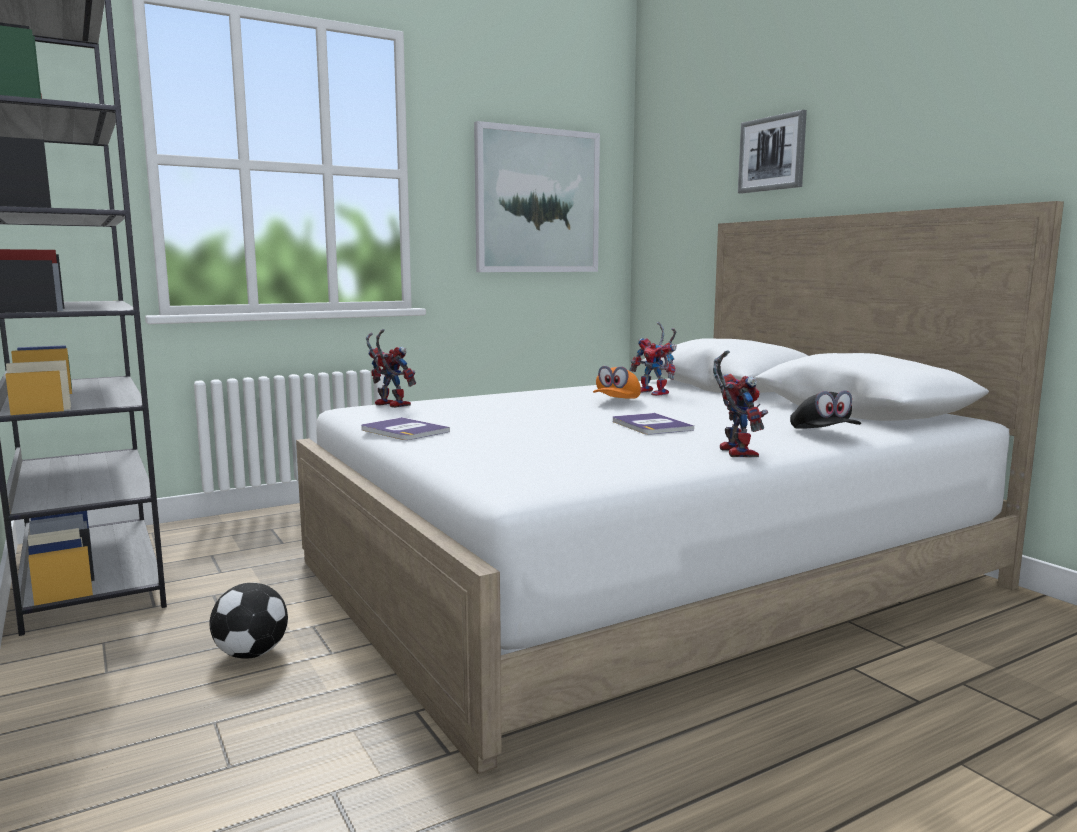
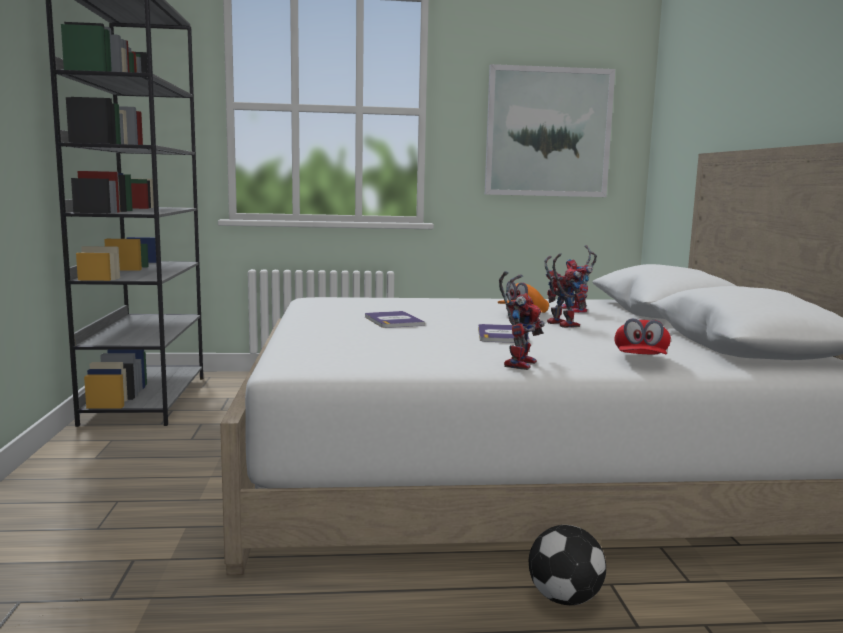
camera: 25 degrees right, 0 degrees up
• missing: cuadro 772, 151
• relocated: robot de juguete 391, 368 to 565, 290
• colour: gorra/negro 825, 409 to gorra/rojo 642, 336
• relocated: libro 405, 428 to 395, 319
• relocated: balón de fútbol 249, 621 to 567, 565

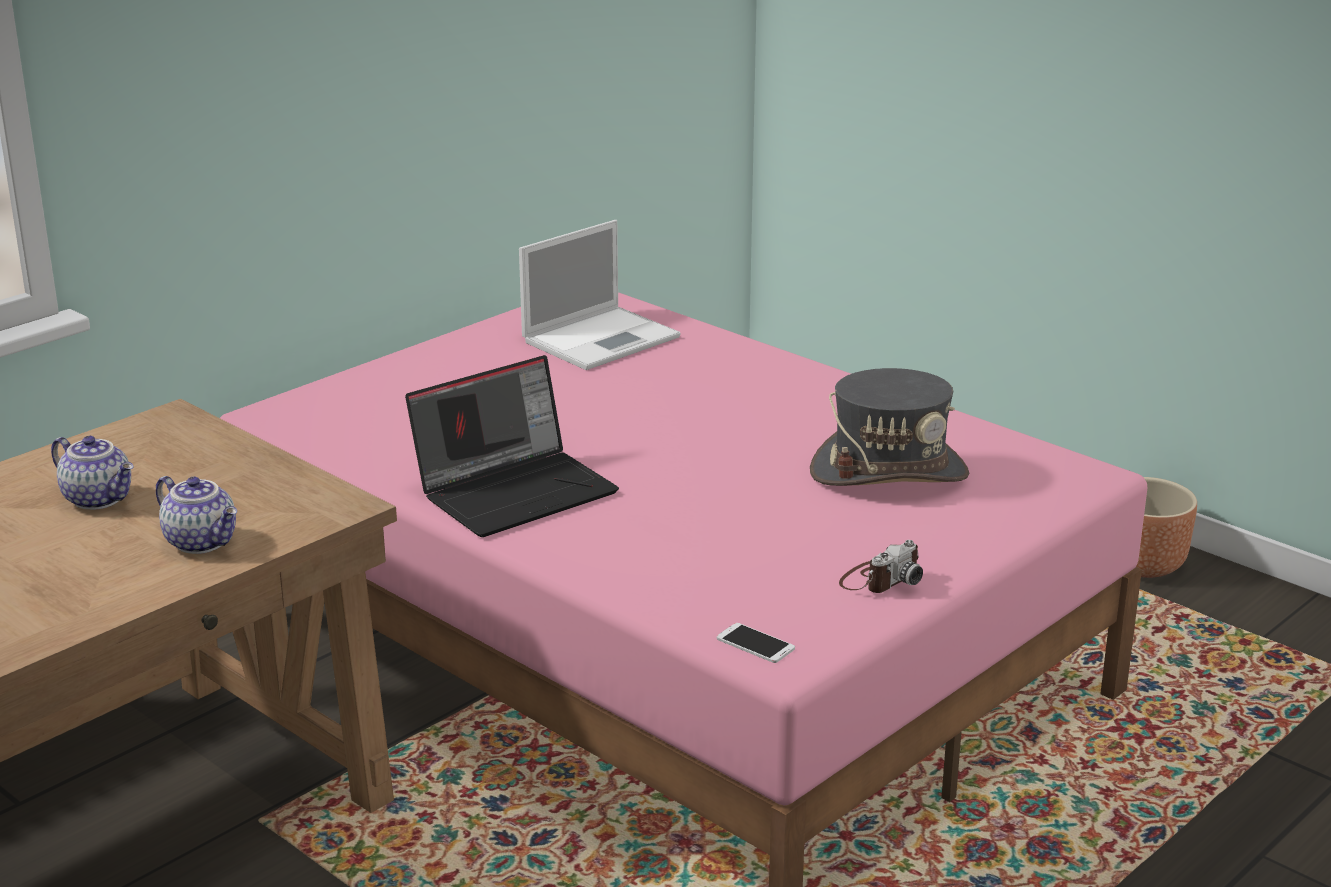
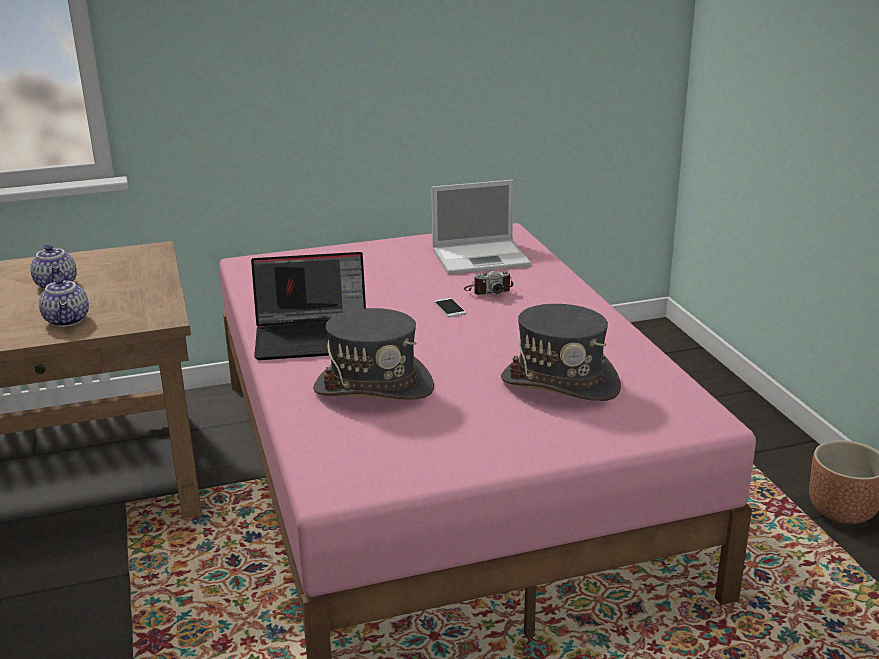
camera: 30 degrees right, 0 degrees up
• relocated: cámara 881, 566 to 489, 282
• relocated: móvil 756, 643 to 450, 307
• appeared: sombrero/gris 373, 354

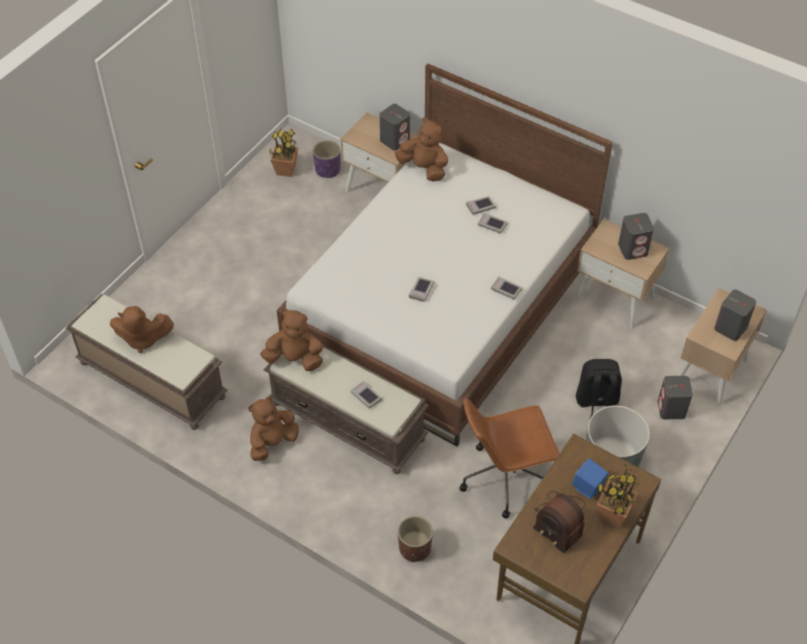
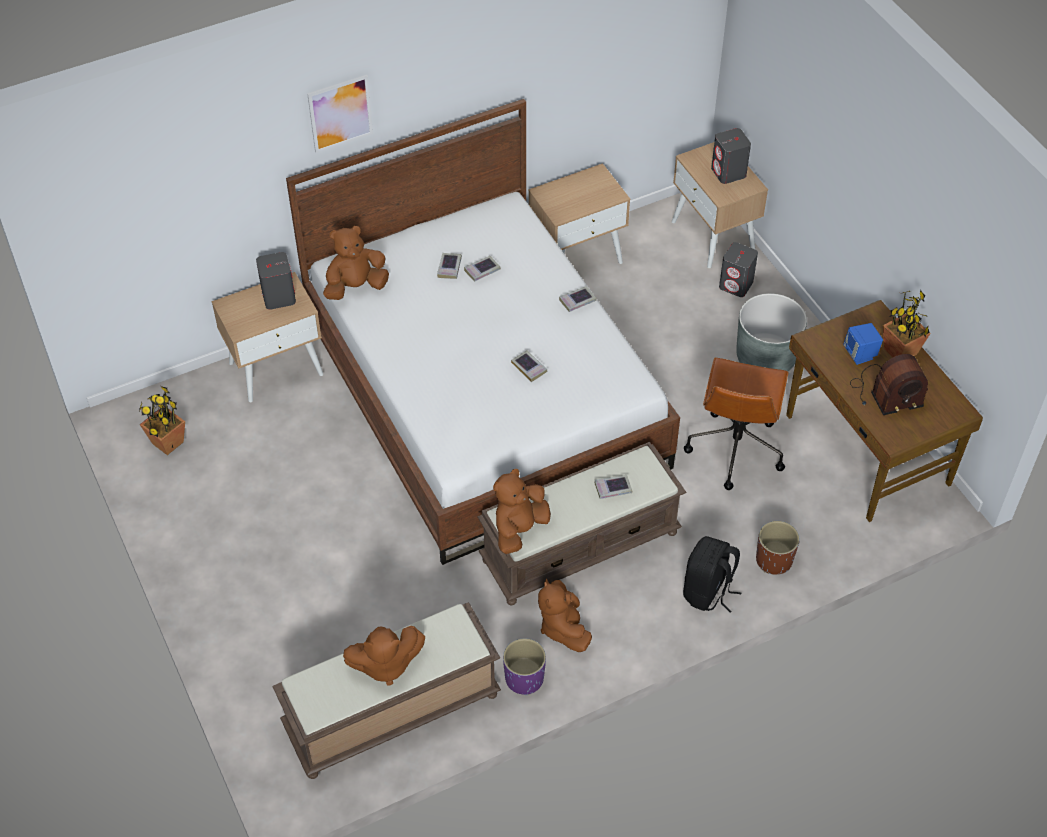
camera: 60 degrees left, 0 degrees up
• relocated: maceta/morado 327, 159 to 524, 666
• missing: altavoz/gris 636, 236
• spun: peluche/marrón 142, 329 = 384, 656 45 degrees clockwise
• relocated: mochila/negro 599, 389 to 712, 574
• appeared: cuadro 340, 114

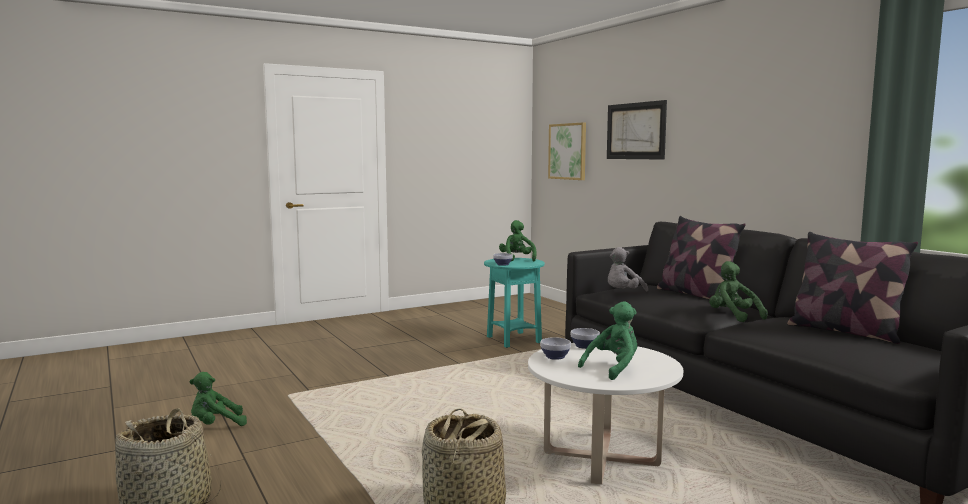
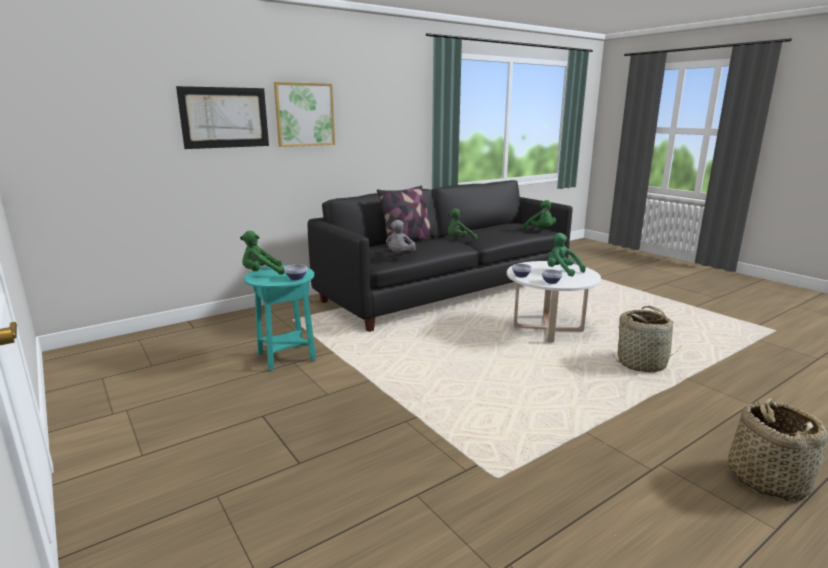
camera: 95 degrees left, 10 degrees up
• relocated: cuadro 567, 151 to 304, 114
• missing: cojín 852, 288
• spun: peluche/gris 628, 269 = 401, 236 60 degrees clockwise
• relocated: peluche/verde 218, 399 to 540, 214

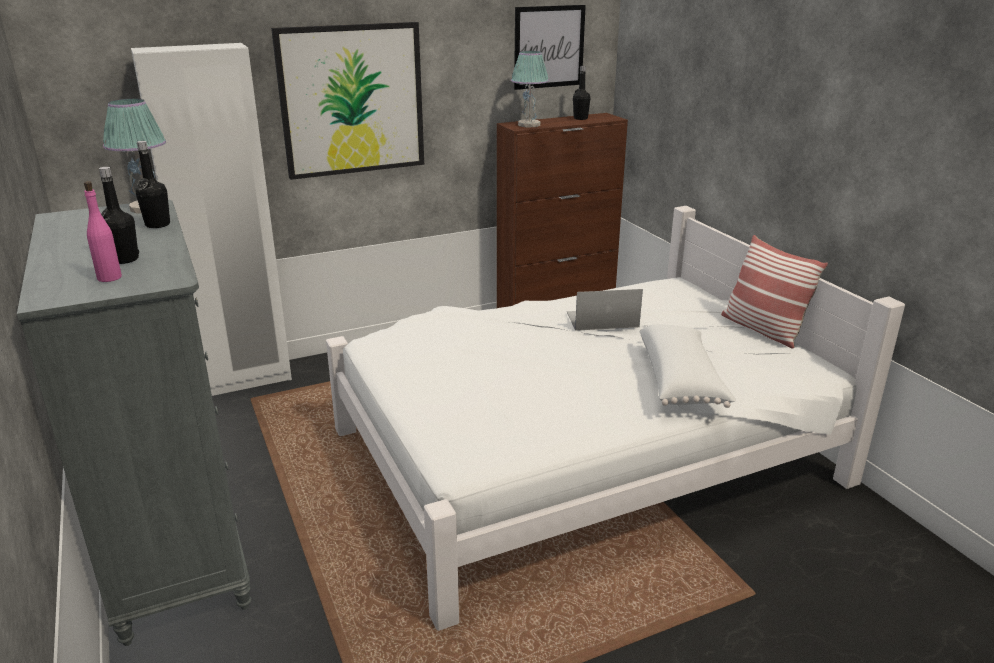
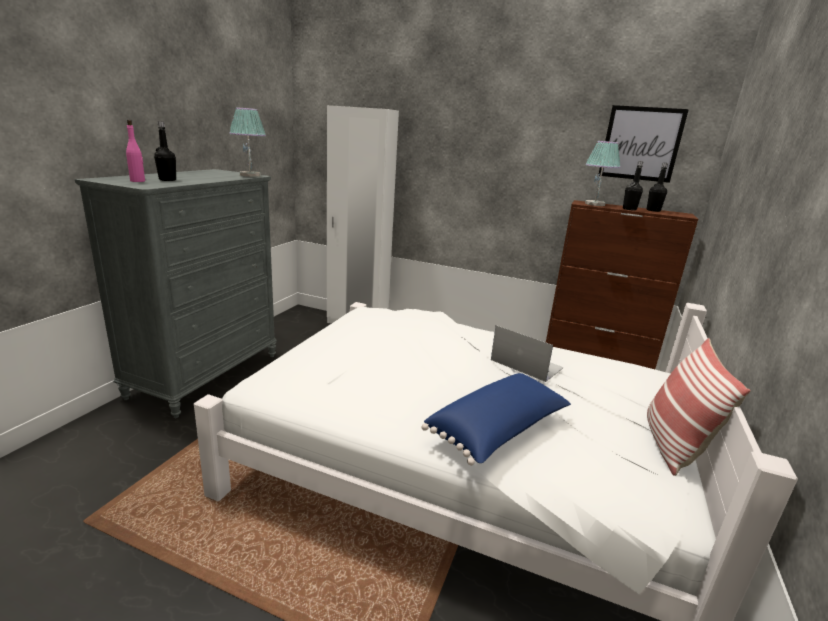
camera: 45 degrees right, 5 degrees down
• missing: cuadro 347, 101
• relocated: botella/negro 153, 184 to 633, 185
• colour: cojín/blanco 688, 366 to cojín/azul 496, 419

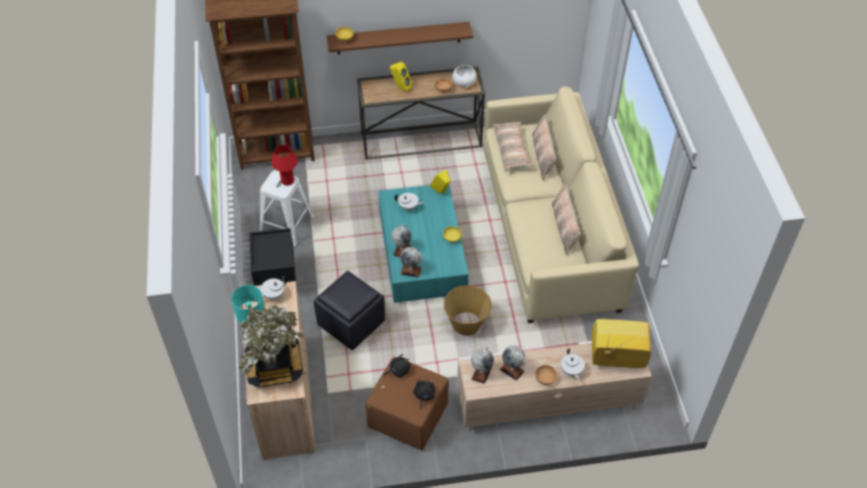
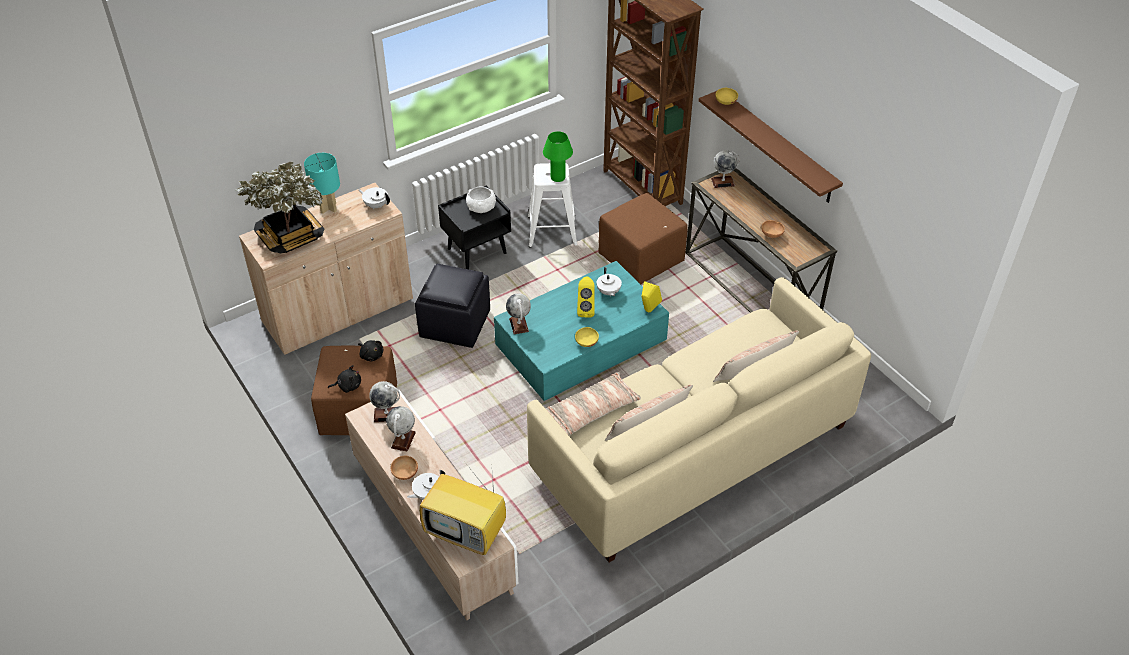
camera: 65 degrees right, 5 degrees down
• relocated: altavoz/amarillo 401, 77 to 586, 297
• relocated: cuenco/blanco 464, 76 to 481, 200
• relocated: cojín 513, 146 to 593, 404
• colour: lámpara de mesa/rojo 284, 165 to lámpara de mesa/verde 558, 156
• relocated: globo terráqueo 401, 240 to 725, 169
• missing: cesta 468, 310
• spun: televisor 621, 343 = 462, 507 135 degrees clockwise
• appeared: puf/marrón 642, 238

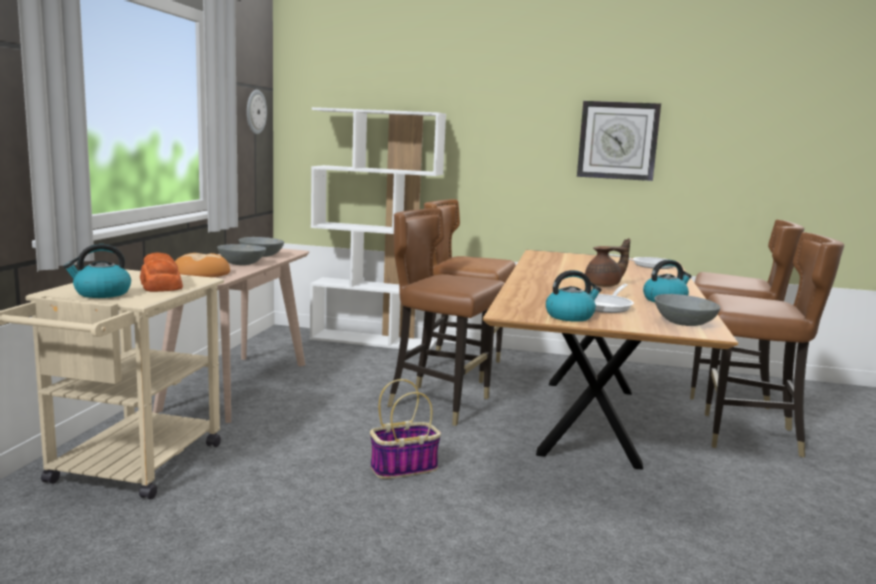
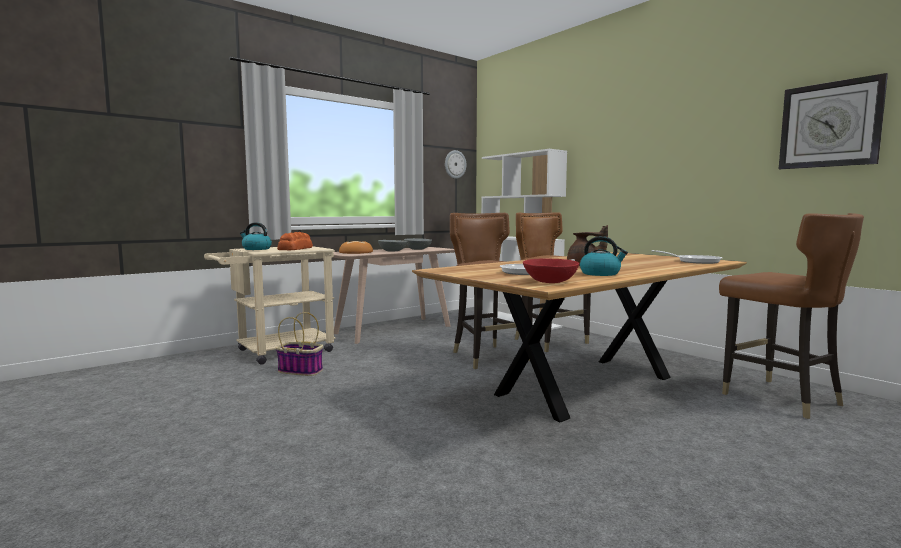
camera: 40 degrees right, 5 degrees down
• relocated: reloj de pared 619, 141 to 833, 121
• missing: silla/marrón 774, 345
• missing: hervidor 574, 296
• colour: cuenco/gris 687, 310 to cuenco/rojo 551, 270
• relocated: cesta 405, 429 to 299, 344

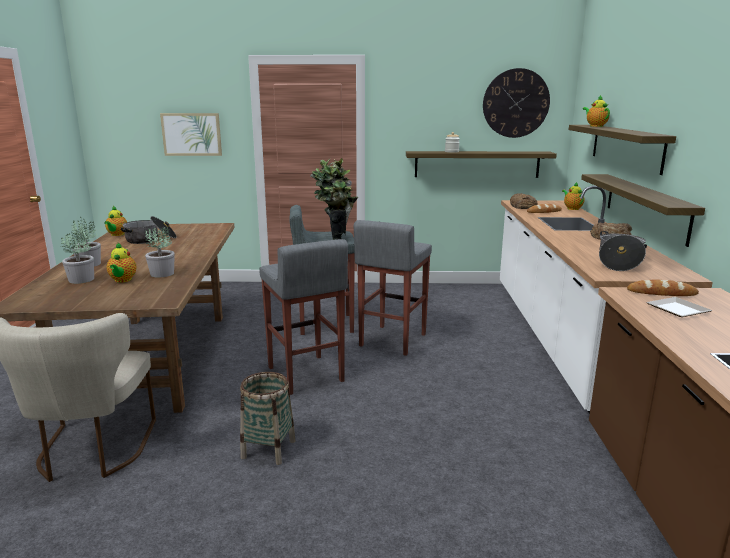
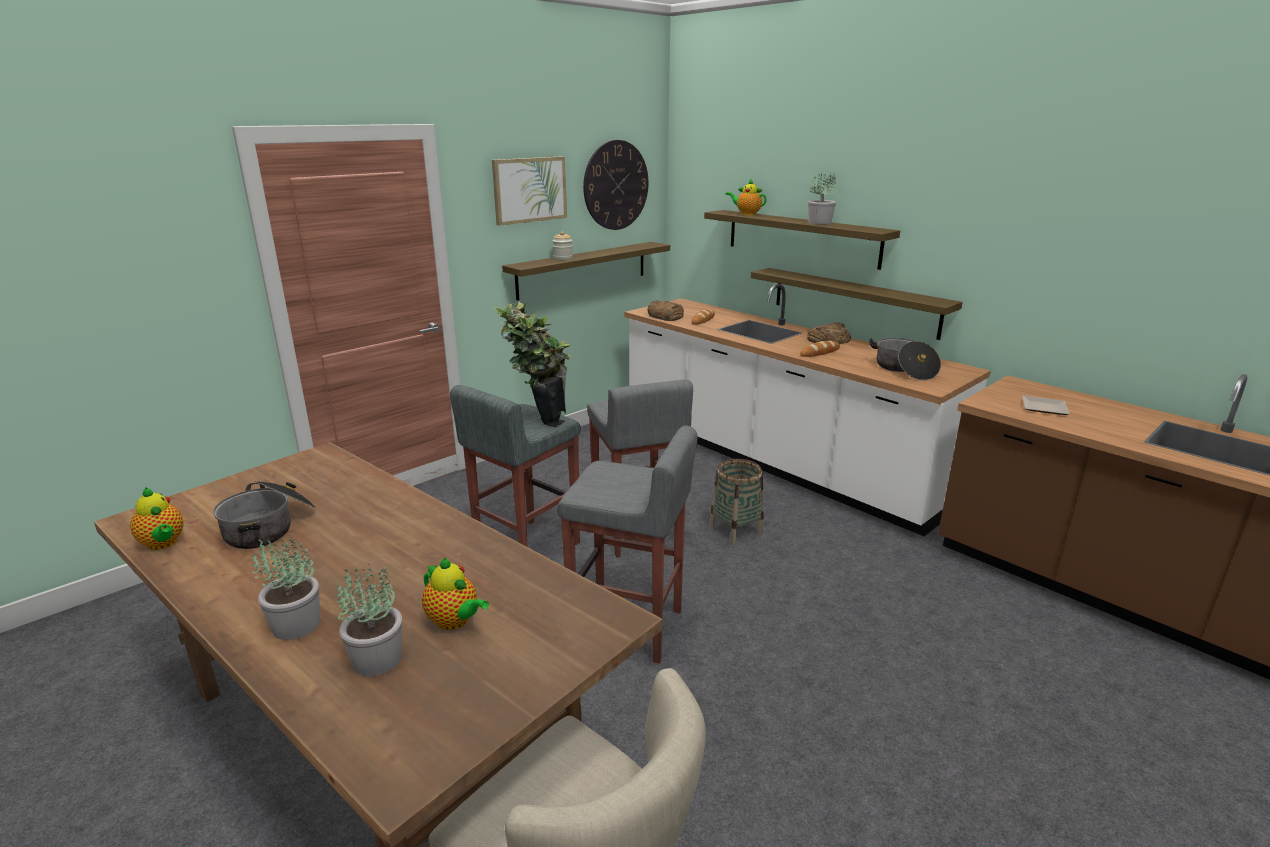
camera: 45 degrees left, 5 degrees up
• relocated: cuadro 191, 134 to 529, 191
• missing: tetera 573, 196
• relocated: planta en maceta 160, 252 to 822, 198
• relocated: pan 663, 287 to 820, 349
• relocated: cesta 268, 418 to 736, 502

